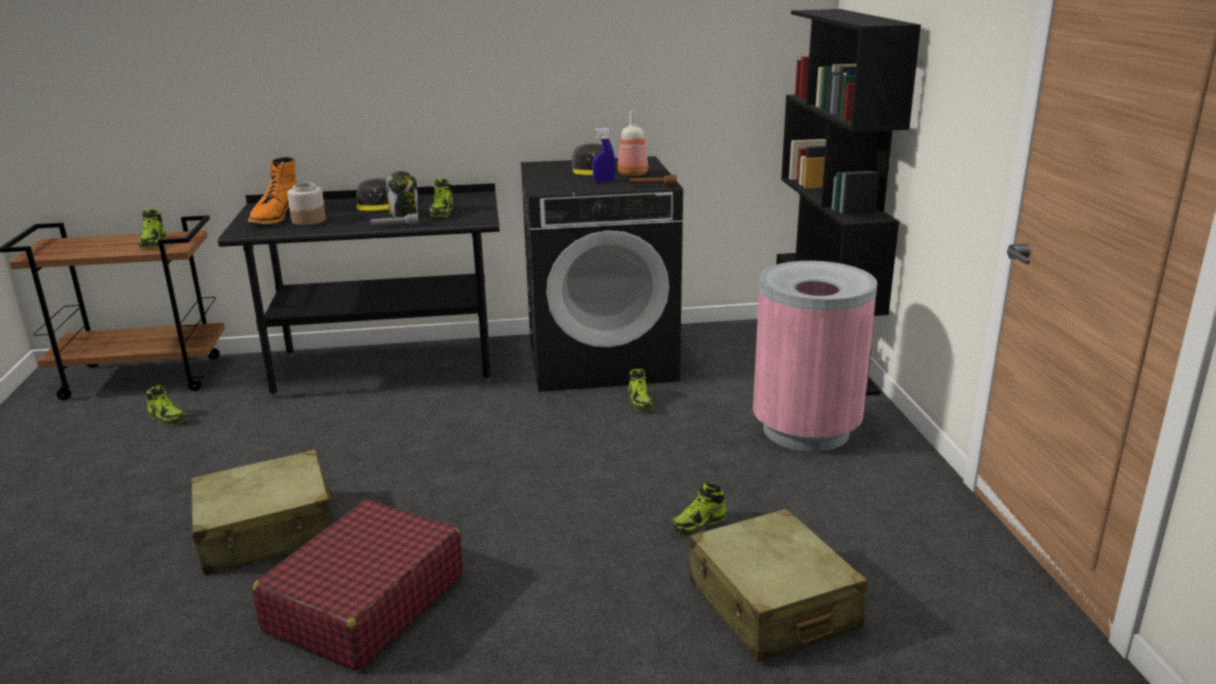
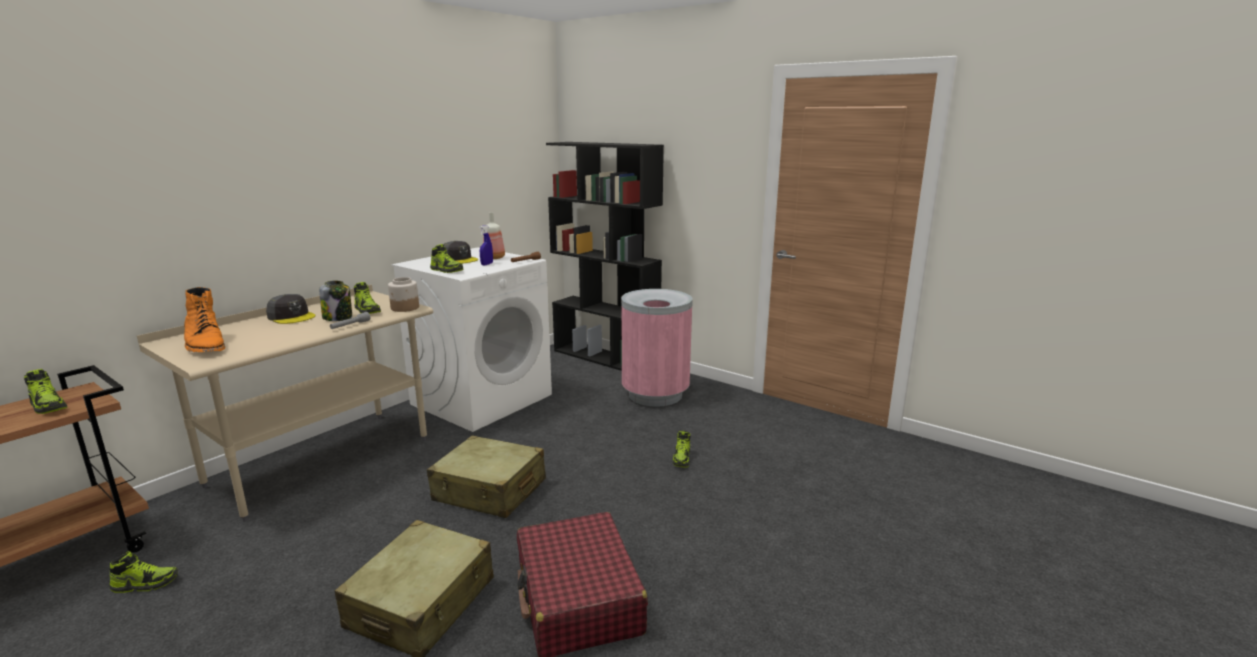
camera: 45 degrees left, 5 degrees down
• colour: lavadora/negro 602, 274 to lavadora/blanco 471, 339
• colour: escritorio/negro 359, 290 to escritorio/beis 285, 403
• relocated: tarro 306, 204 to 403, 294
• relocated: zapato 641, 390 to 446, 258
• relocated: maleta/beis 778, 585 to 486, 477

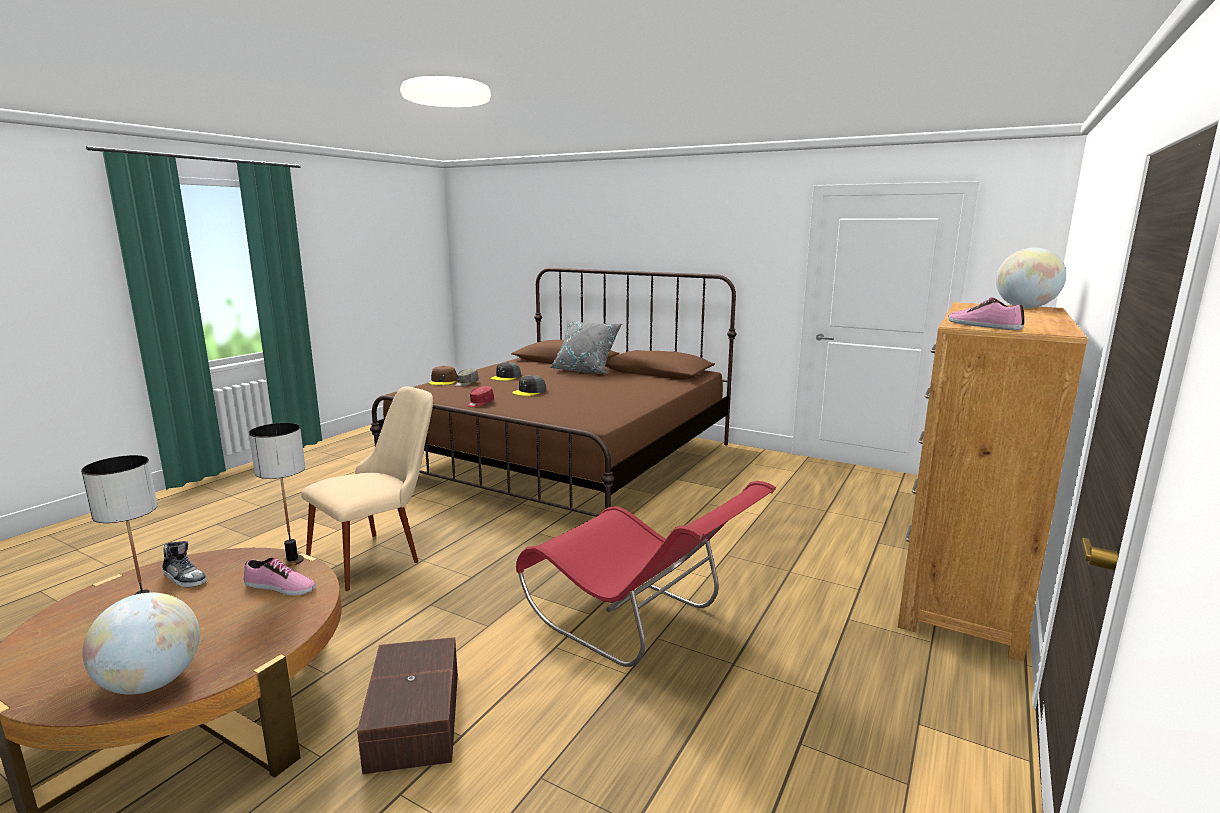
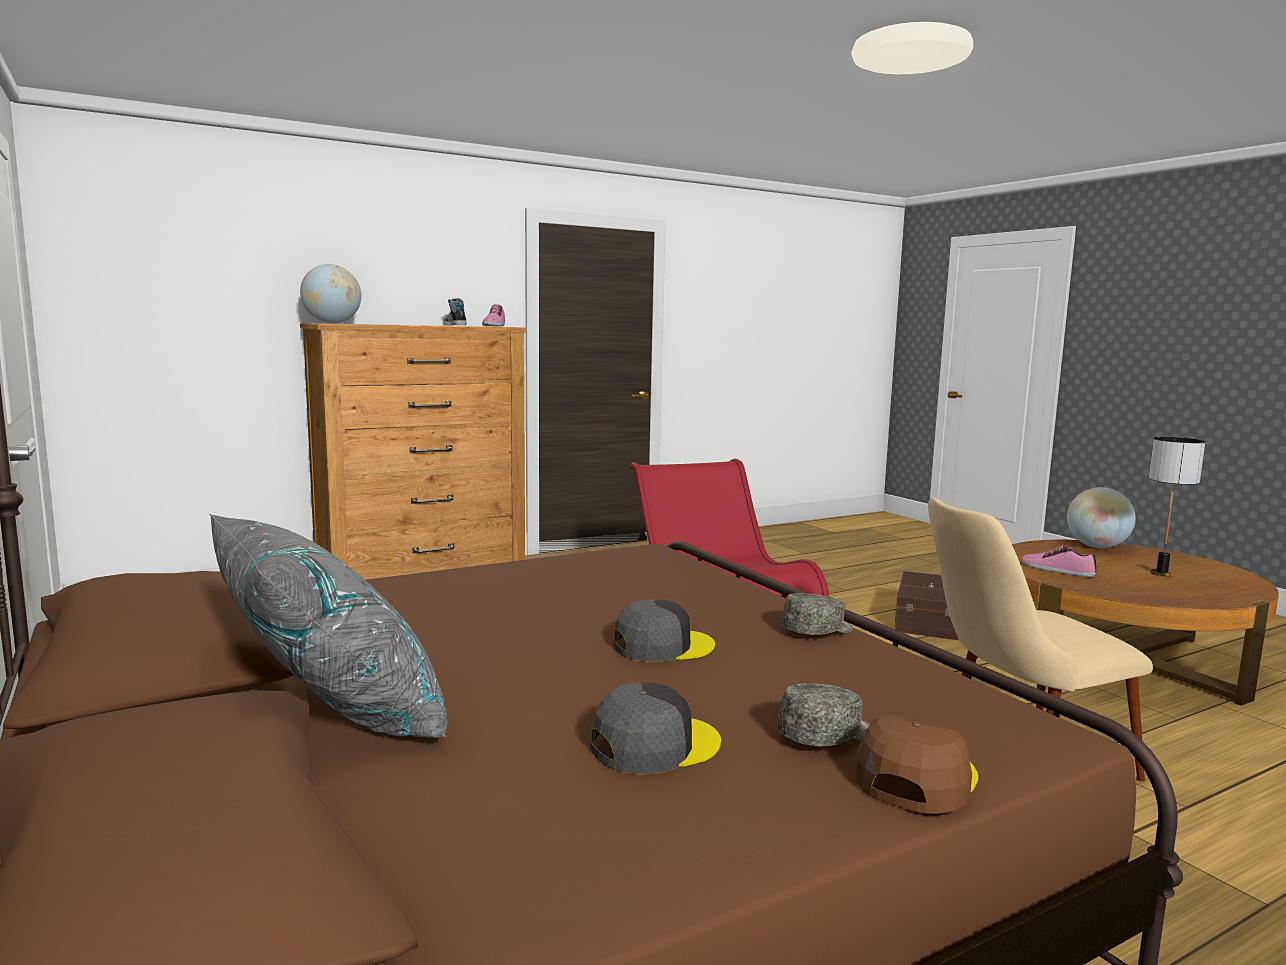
camera: 150 degrees left, 5 degrees down
• colour: gorra/rojo 480, 396 to gorra/gris 817, 614
• missing: lámpara de mesa 277, 494
• relocated: zapato 184, 564 to 455, 311

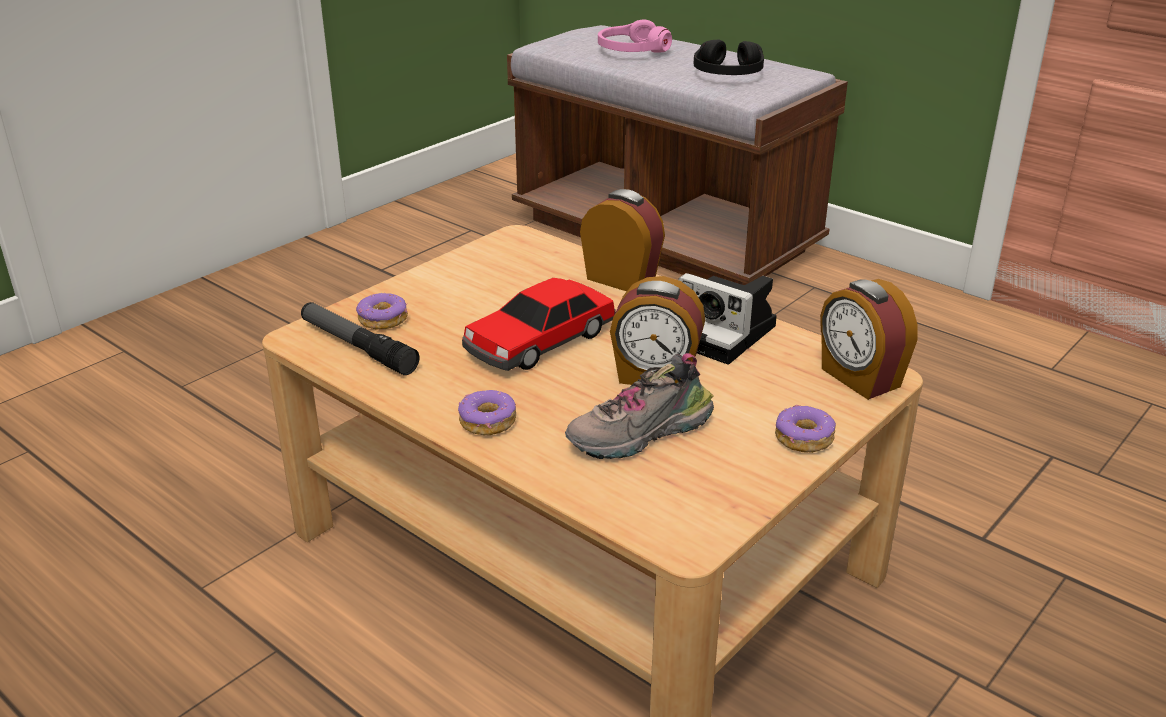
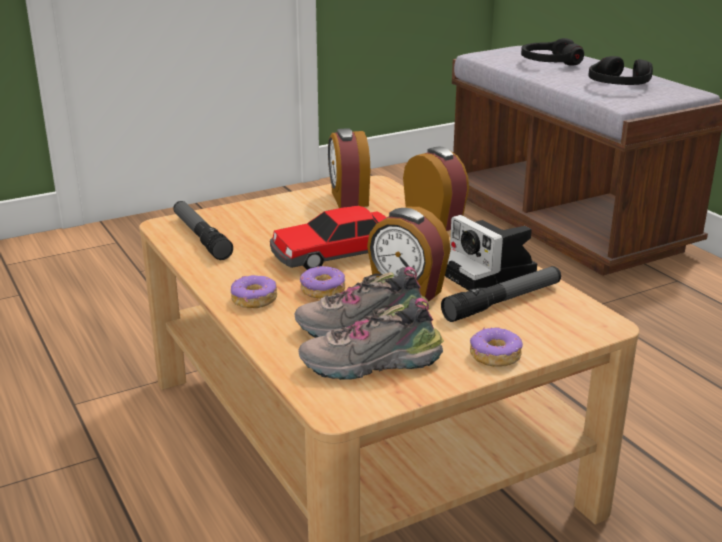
camera: 20 degrees right, 5 degrees down
• colour: auriculares/rosa 635, 36 to auriculares/negro 552, 51
• relocated: despertador 869, 339 to 349, 168
• relocated: rosquilla 382, 311 to 323, 282
• appeared: linterna 501, 294
• appeared: zapato 371, 339

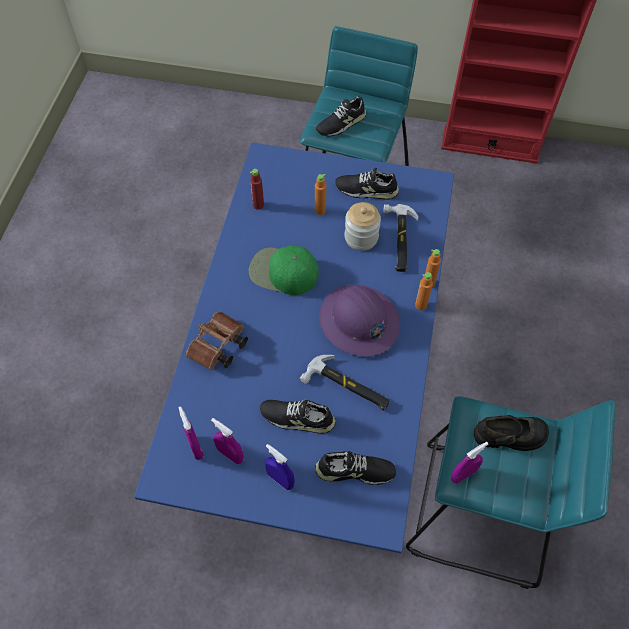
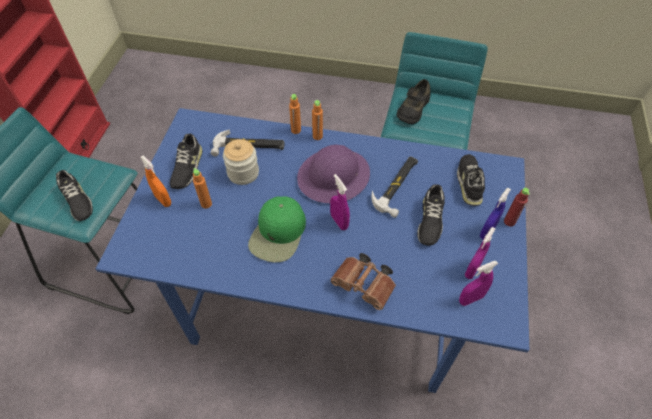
camera: 90 degrees left, 5 degrees down
• relocated: botella/rojo 257, 189 to 517, 207
• spun: zapato/negro 511, 433 = 414, 101 150 degrees counterclockwise
• relocated: pulverizador/morado 470, 463 to 340, 202
• appeared: pulverizador/naranja 155, 181

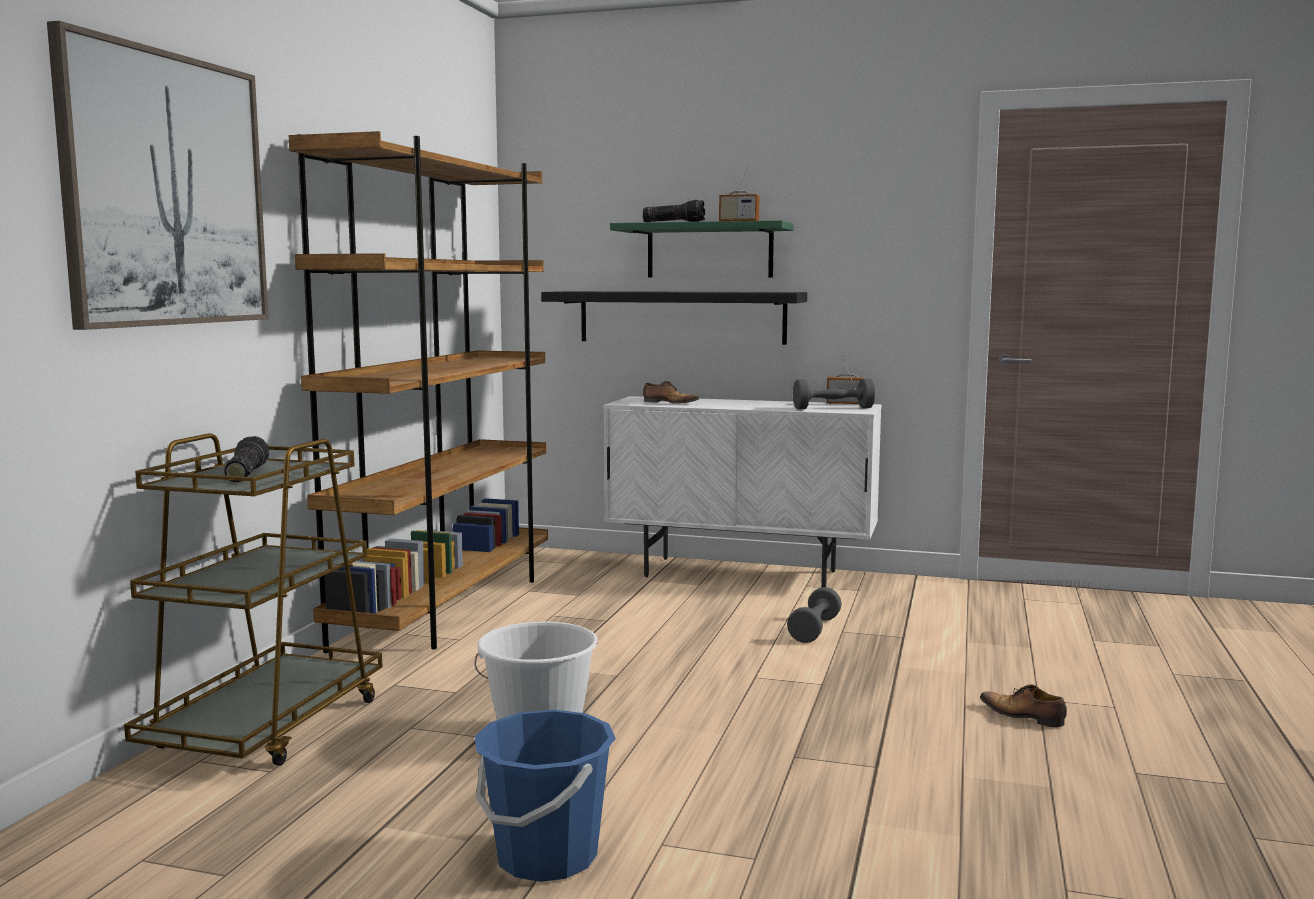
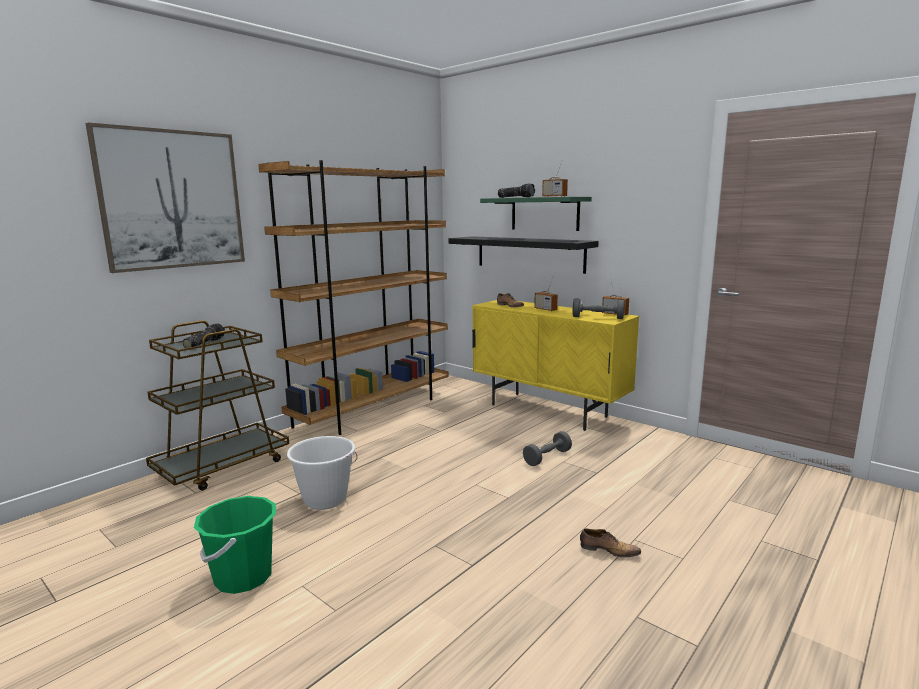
camera: 25 degrees right, 5 degrees up
• colour: armario/blanco 743, 491 to armario/amarillo 555, 365
• spun: zapato 1023, 706 = 610, 543 135 degrees clockwise
• colour: cubo/azul 545, 795 to cubo/verde 235, 545
• appeared: radio 546, 295

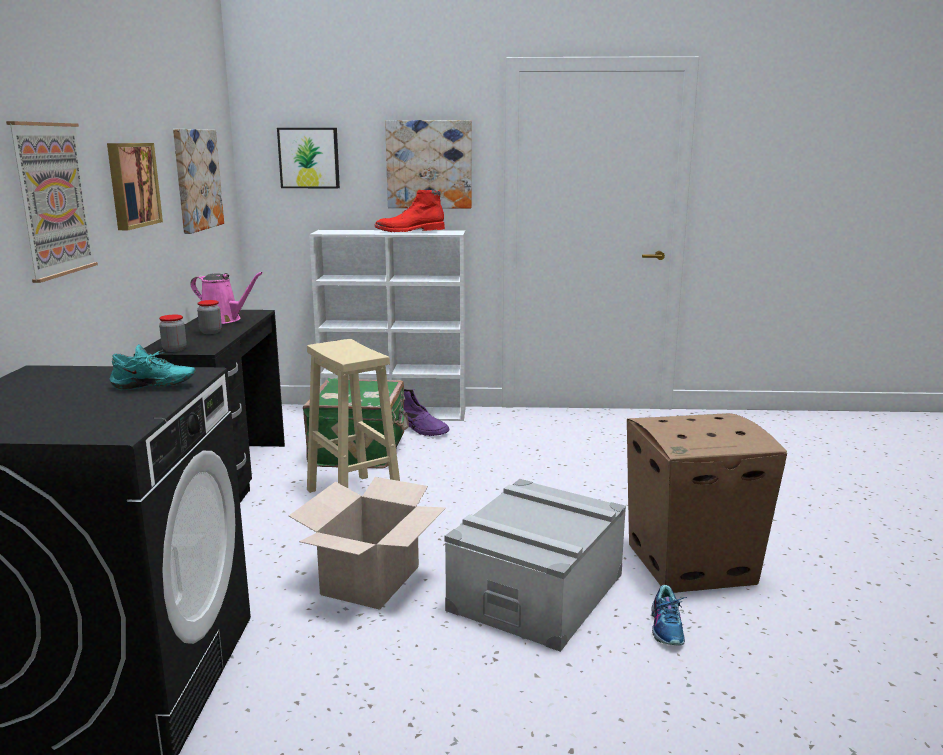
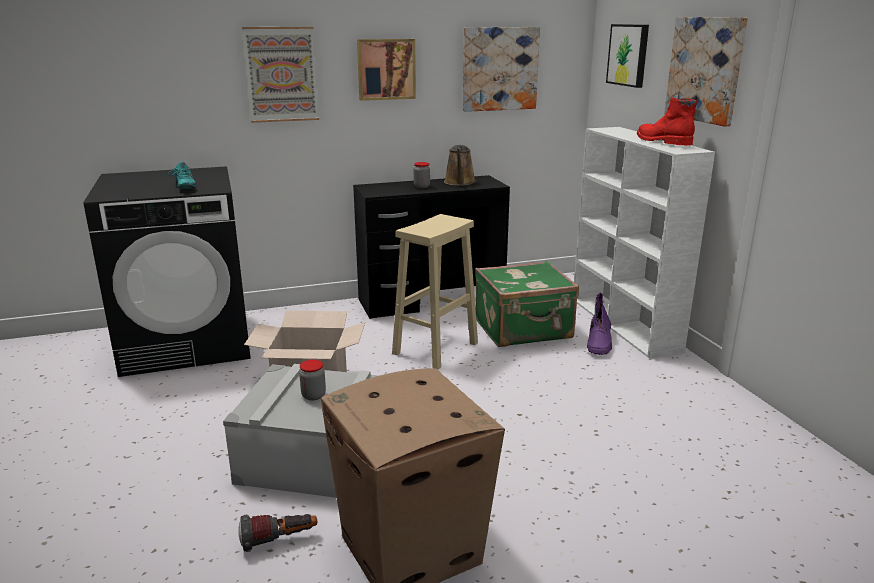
camera: 70 degrees right, 5 degrees up
• colour: regadera/rosa 227, 298 to regadera/marrón 460, 165
• relocated: tarro 172, 333 to 312, 380
• exchanged: zapato 669, 615 to linterna 277, 533

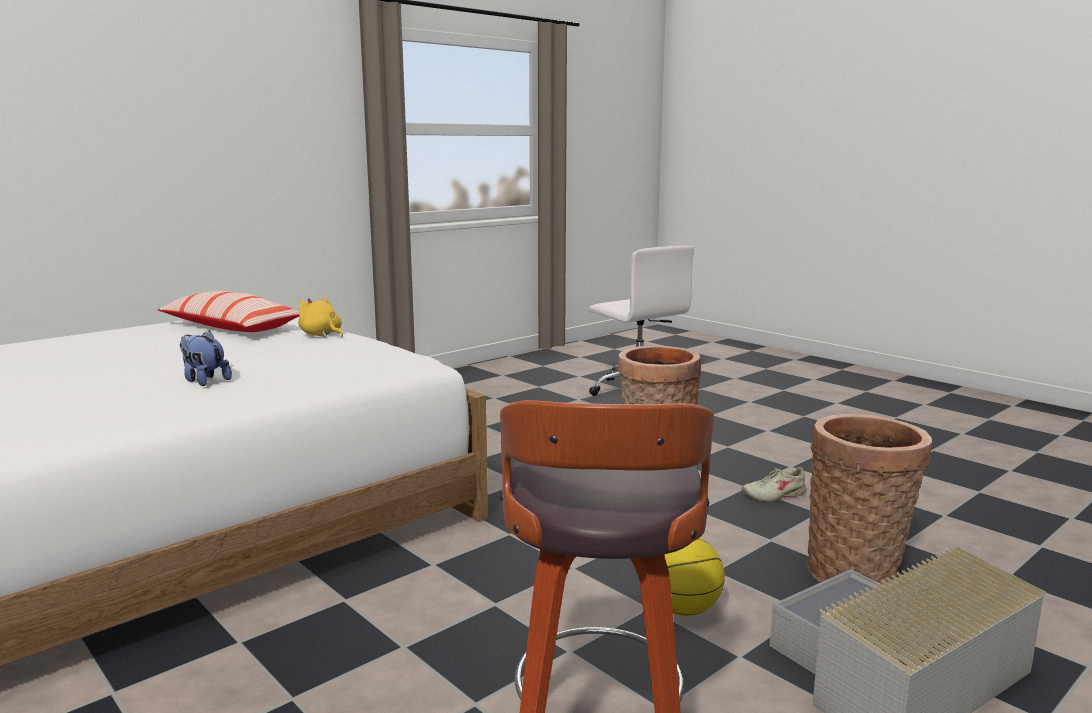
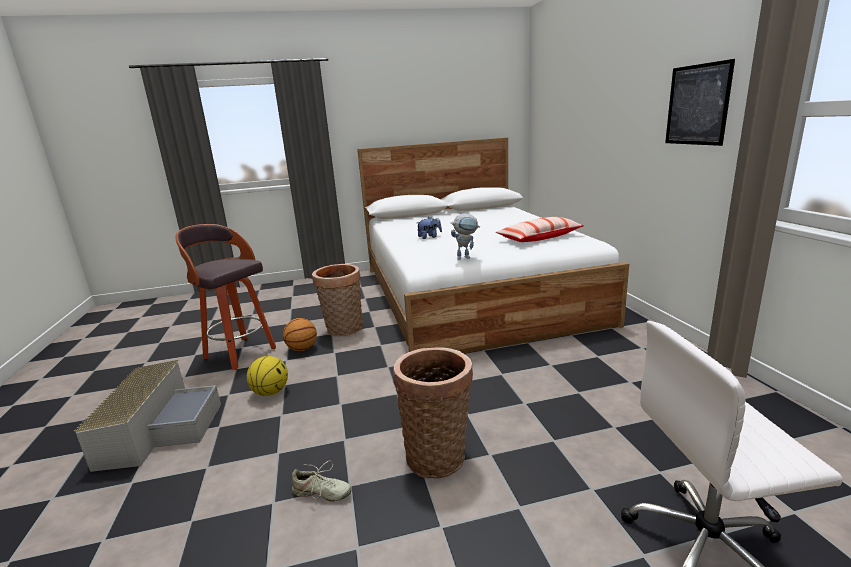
camera: 120 degrees right, 5 degrees up
• missing: peluche/amarillo 320, 316
• relocated: cesta 869, 499 to 337, 300
• spun: zapato/beis 774, 484 = 322, 481 90 degrees clockwise
• appeared: cuadro 700, 102
• appeared: robot de juguete 465, 236
• appeared: balón de baloncesto 300, 334

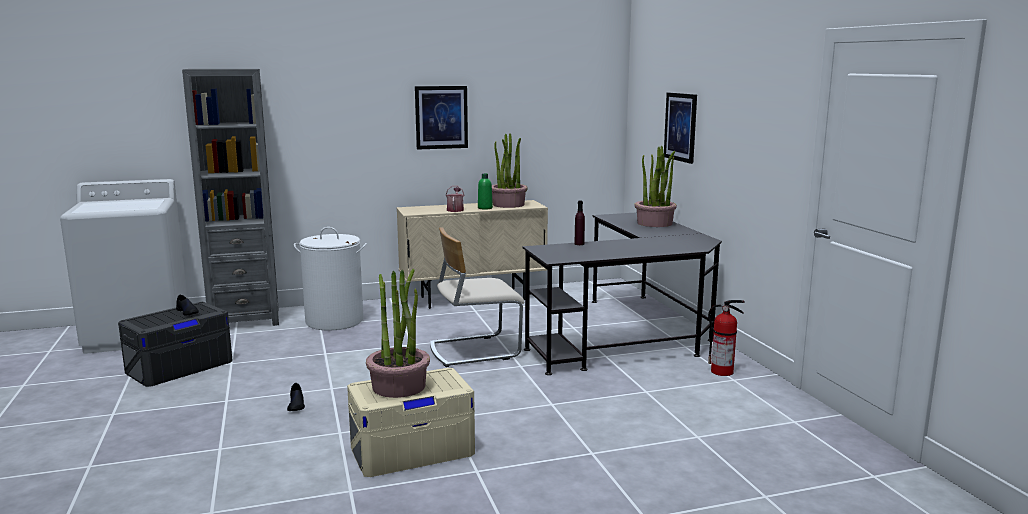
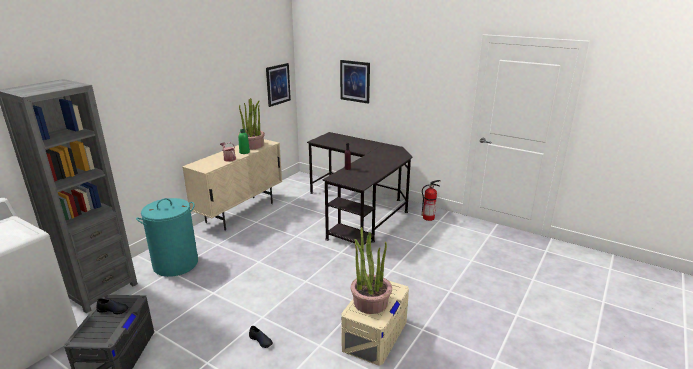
camera: 40 degrees left, 10 degrees up
• relocated: cuadro 441, 118 to 278, 85
• missing: planta en maceta 655, 186
• colour: cesto de la ropa/blanco 330, 279 to cesto de la ropa/turquesa 167, 237
• missing: silla/beis 477, 297

